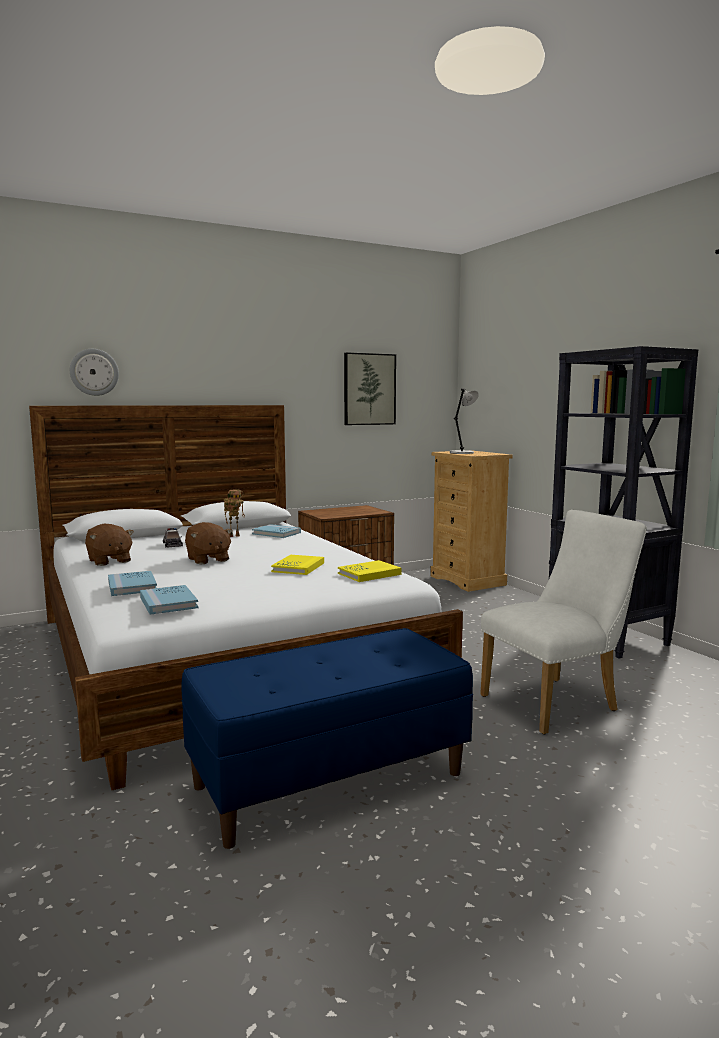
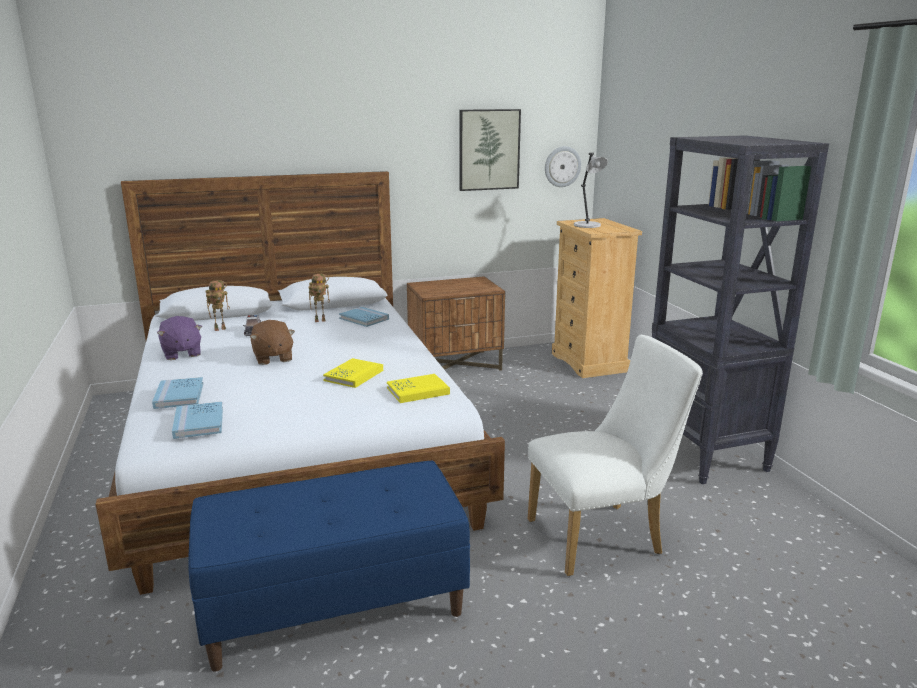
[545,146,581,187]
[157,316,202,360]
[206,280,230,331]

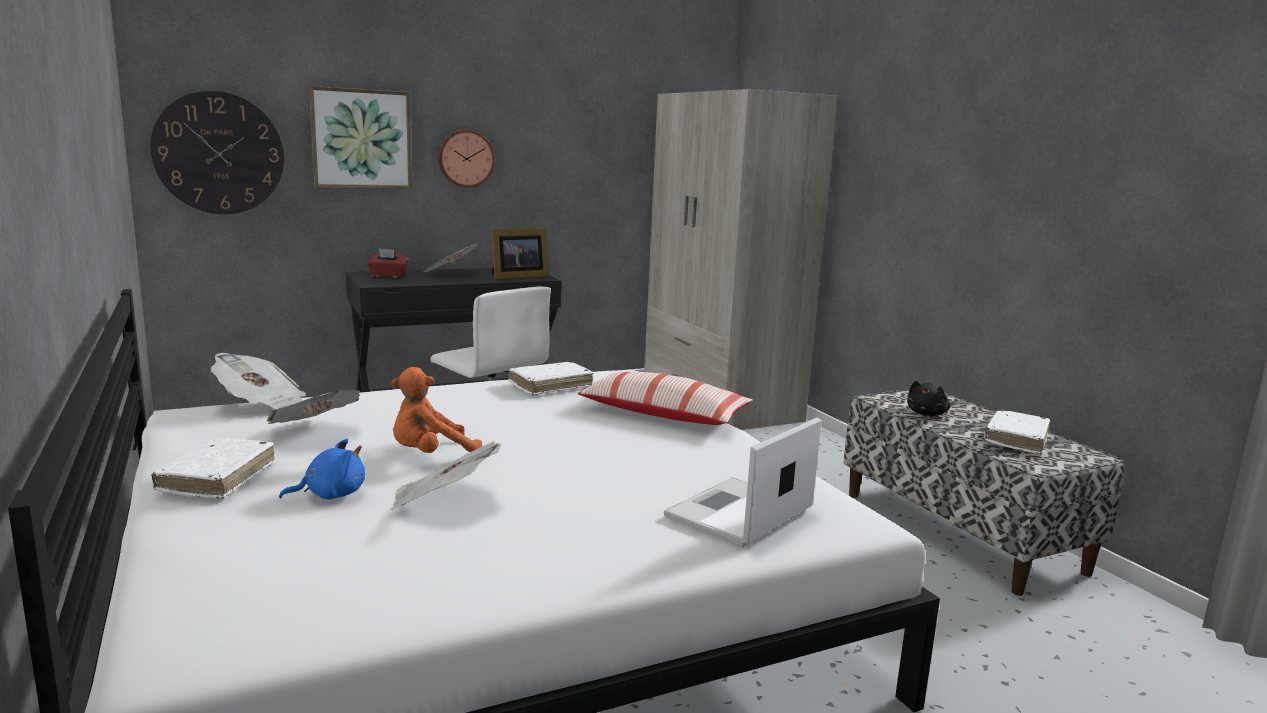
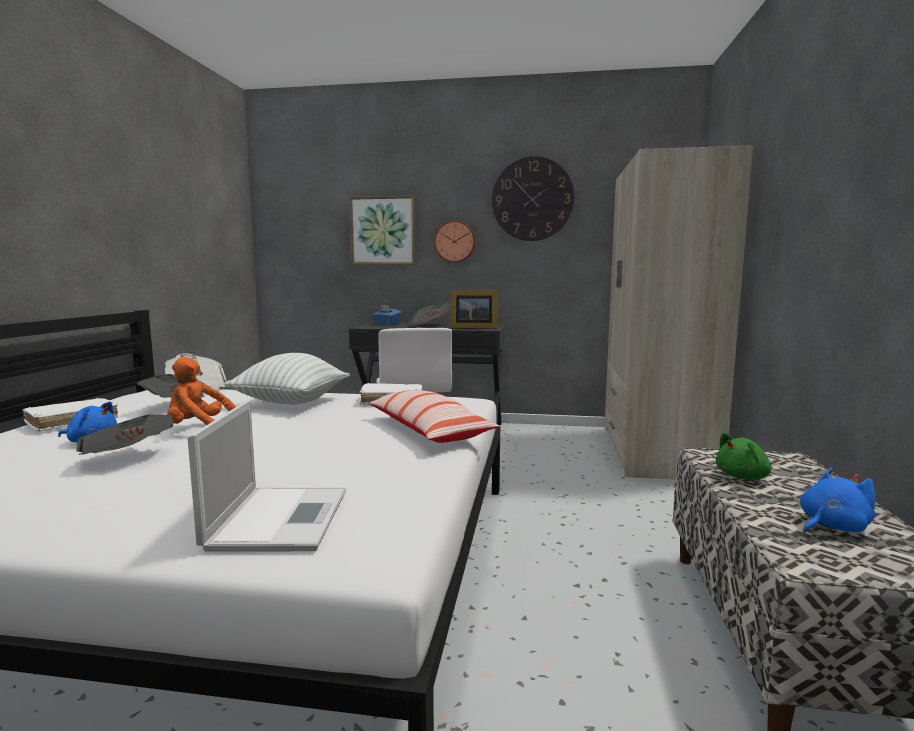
[492,156,574,241]
[372,305,401,326]
[188,400,346,552]
[716,433,771,480]
[800,468,875,533]
[224,353,350,404]

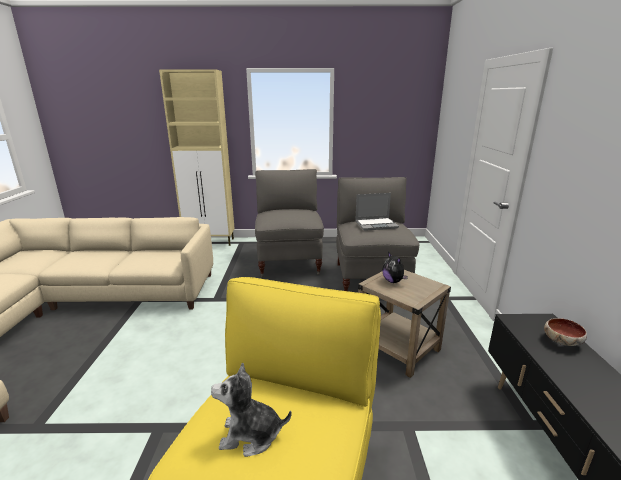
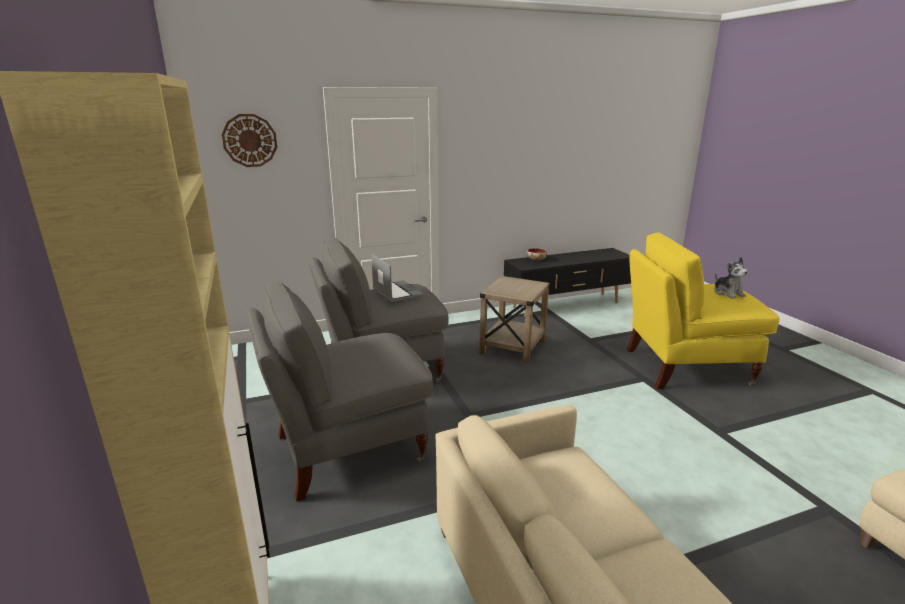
[382,252,408,283] (first image)
[222,114,277,167]

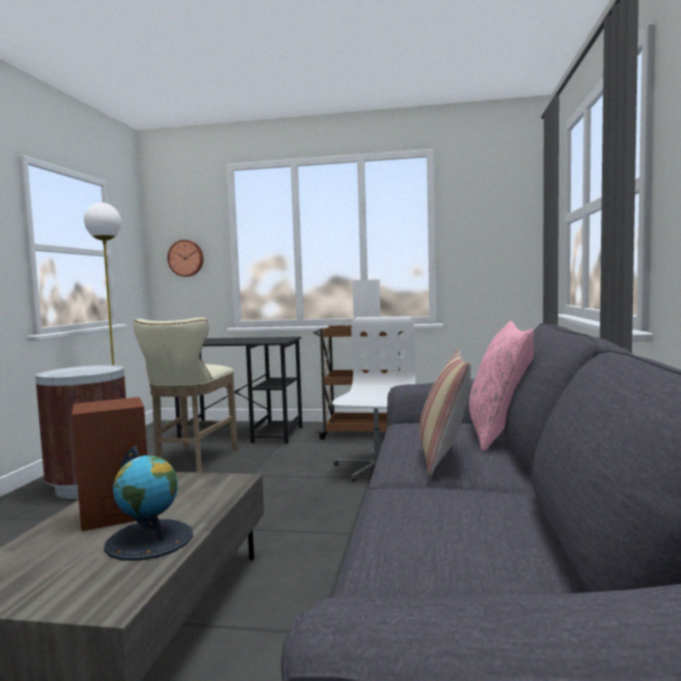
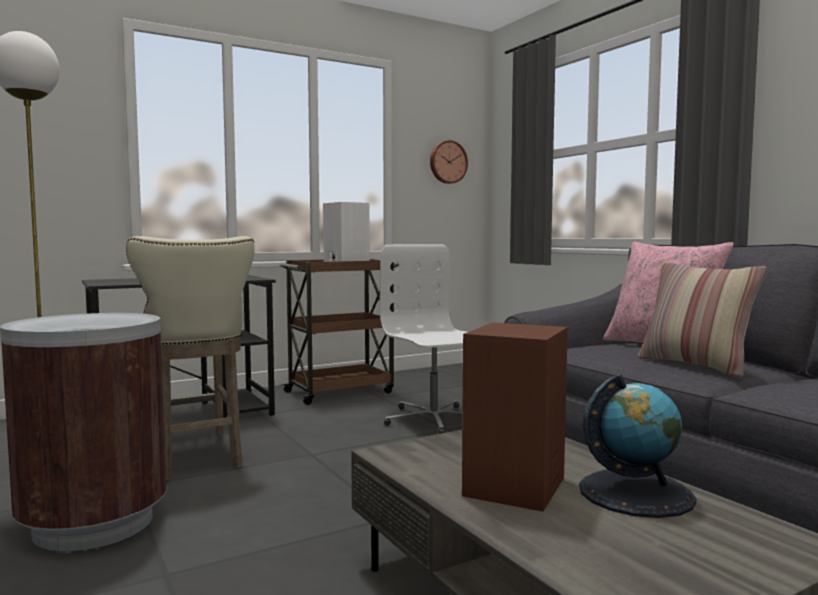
[430,140,468,184]

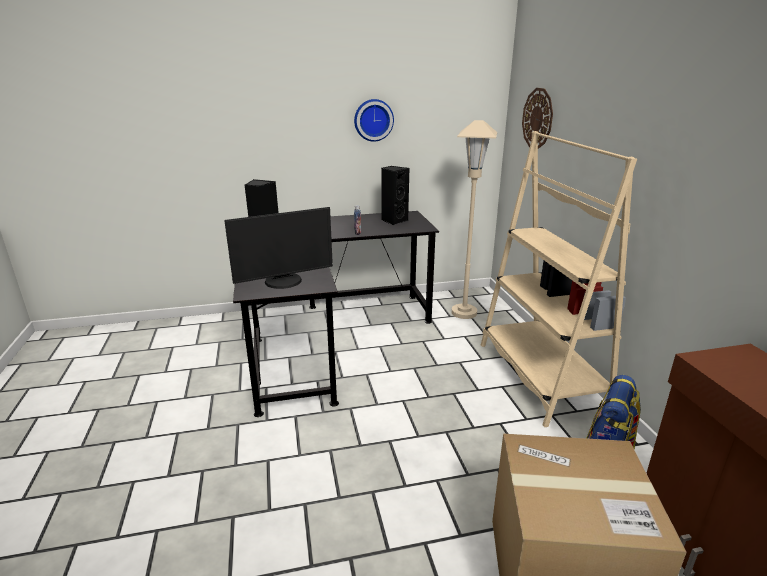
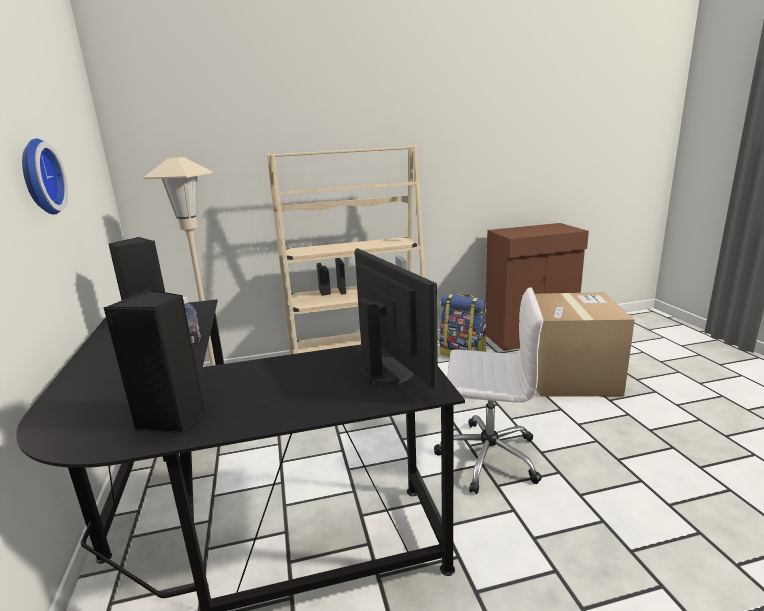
[522,88,553,149] (first image)
[434,287,544,494]

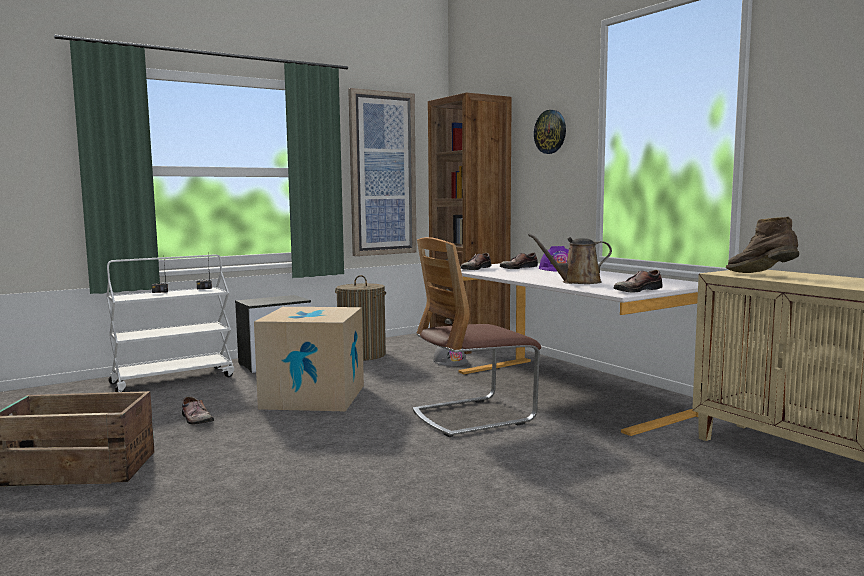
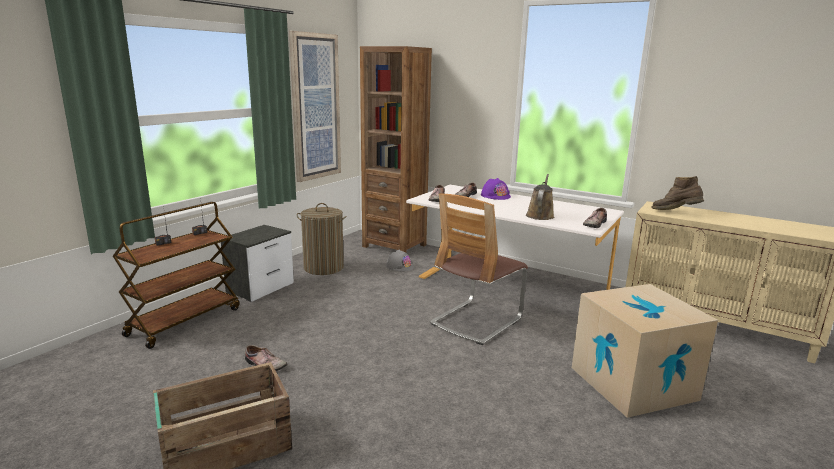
[113,202,240,349]
[572,284,718,418]
[526,174,554,220]
[534,110,566,154] (first image)

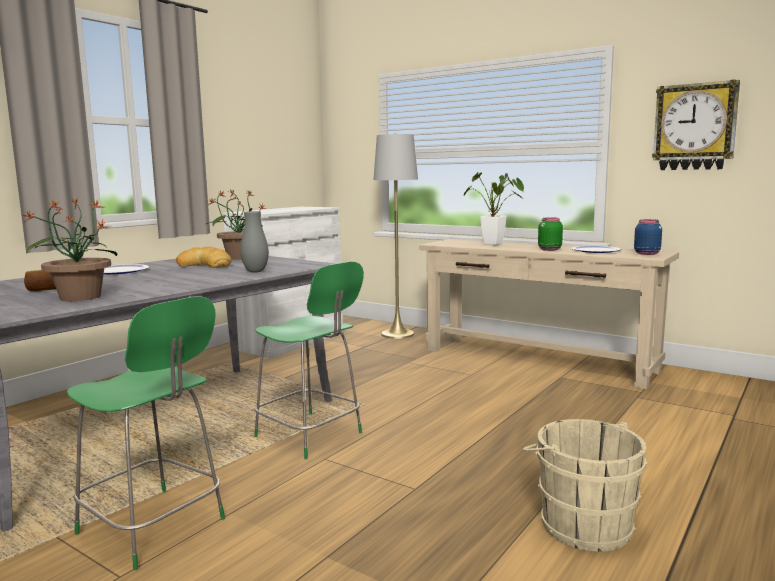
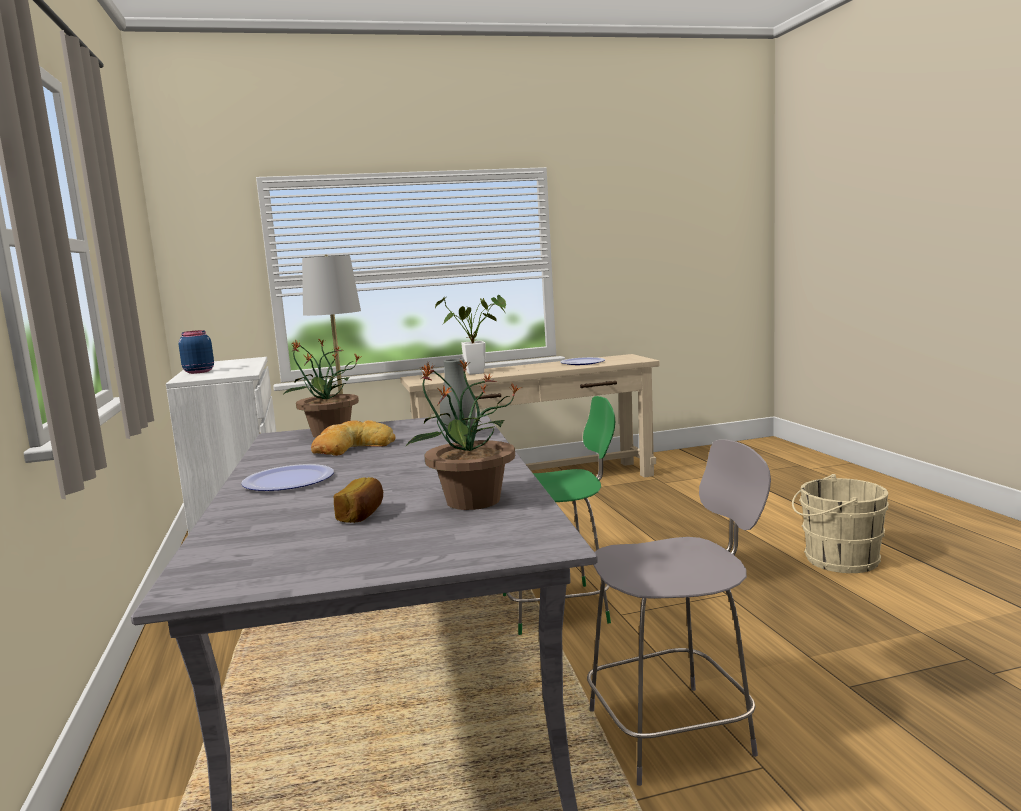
[587,439,771,786]
[538,217,563,251] (first image)
[178,330,214,374]
[652,80,740,170] (first image)

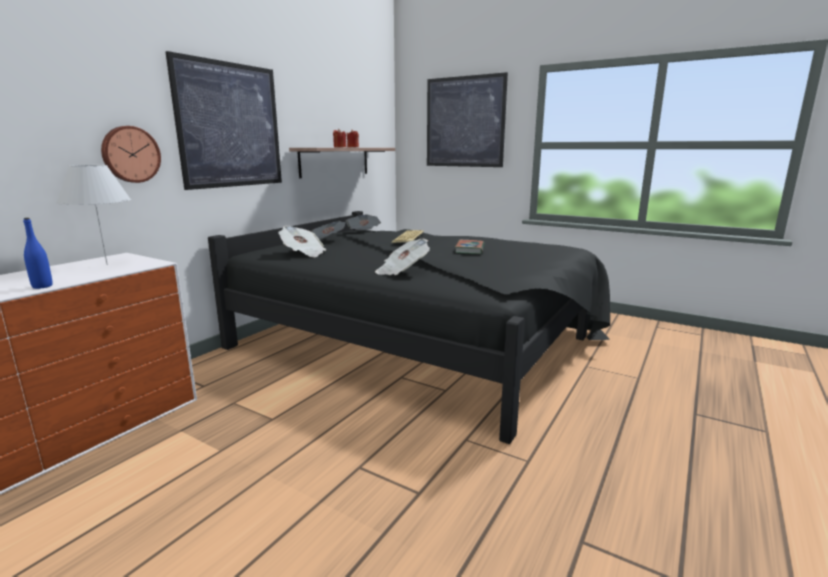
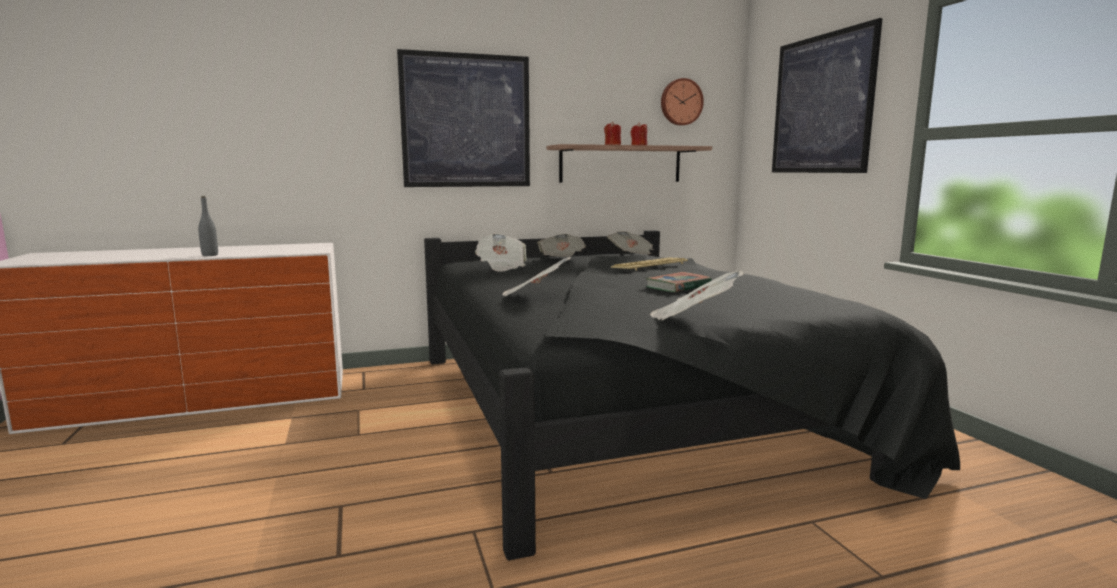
[198,196,218,256]
[56,165,131,265] (first image)
[661,78,704,126]
[650,271,744,321]

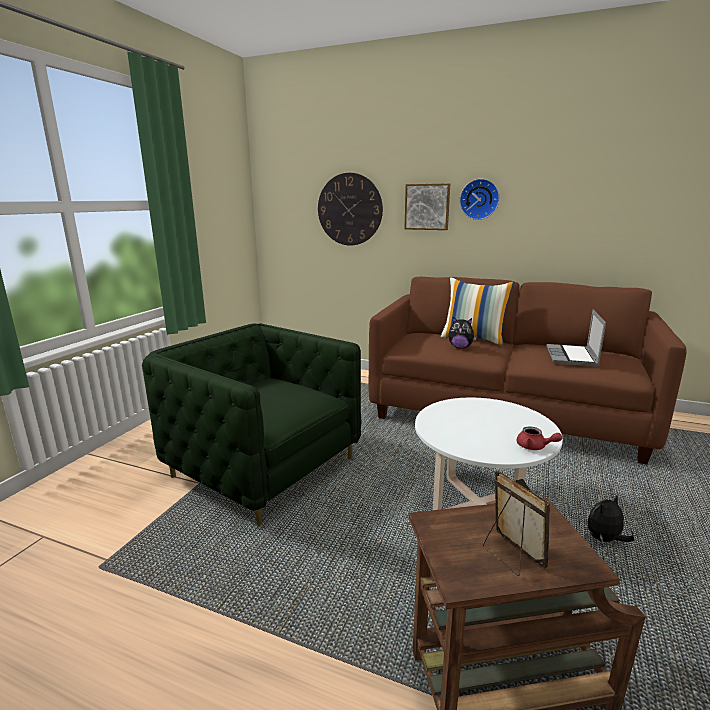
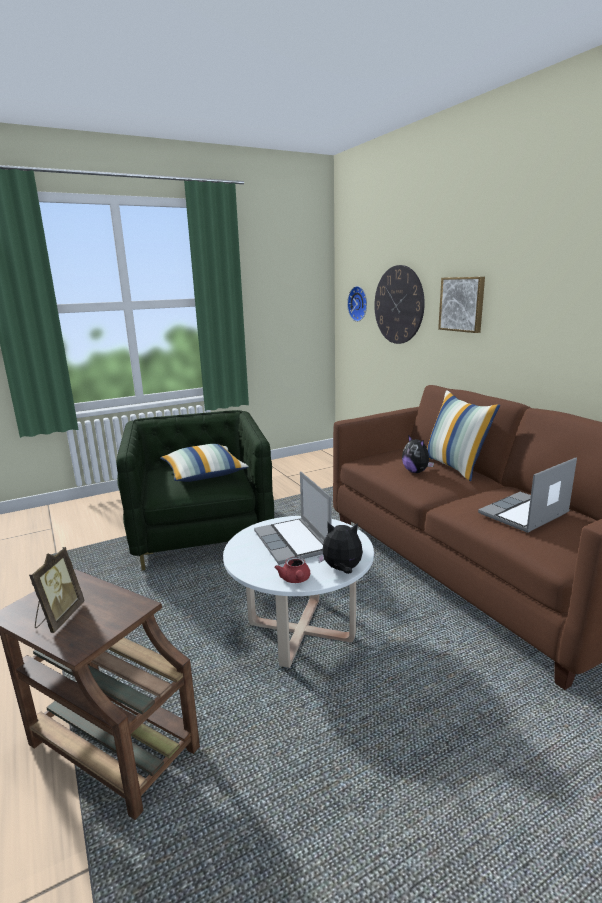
[347,286,367,322]
[318,522,363,574]
[160,444,249,482]
[254,471,332,565]

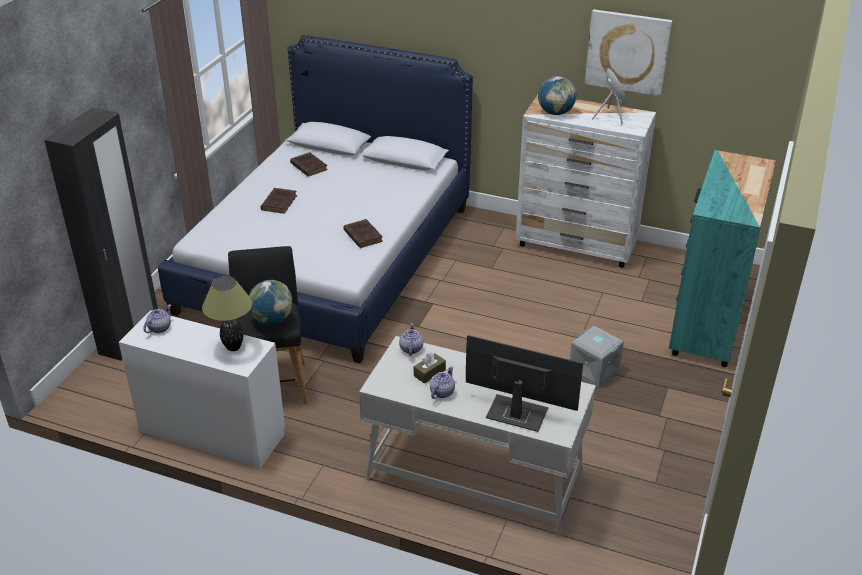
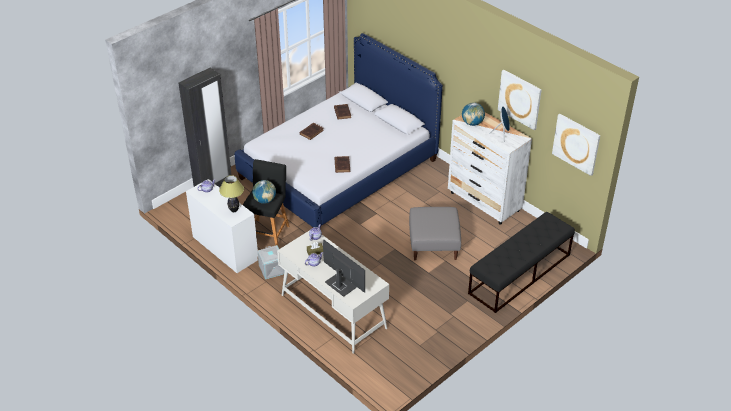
[258,245,285,279]
[468,212,575,313]
[409,207,461,260]
[552,114,600,176]

